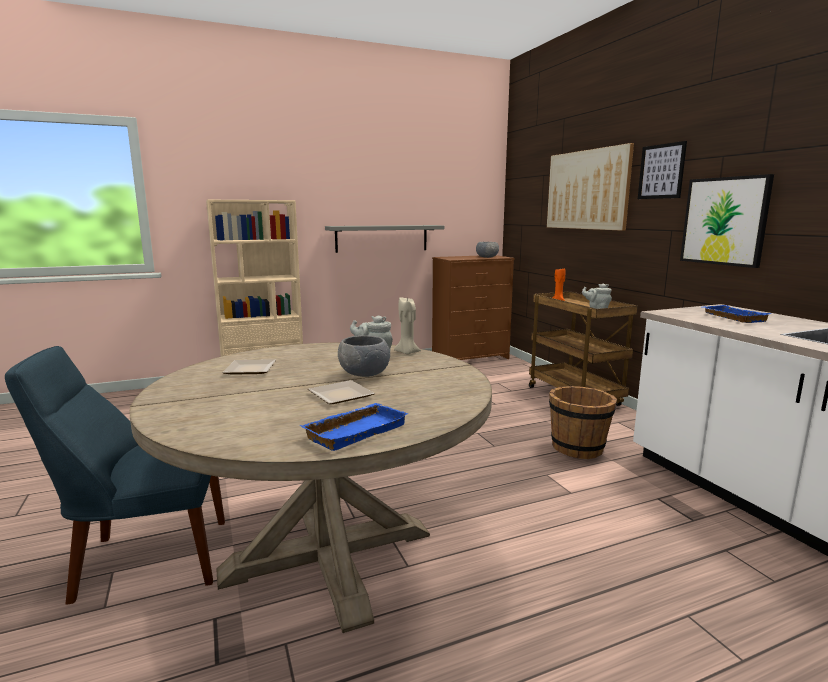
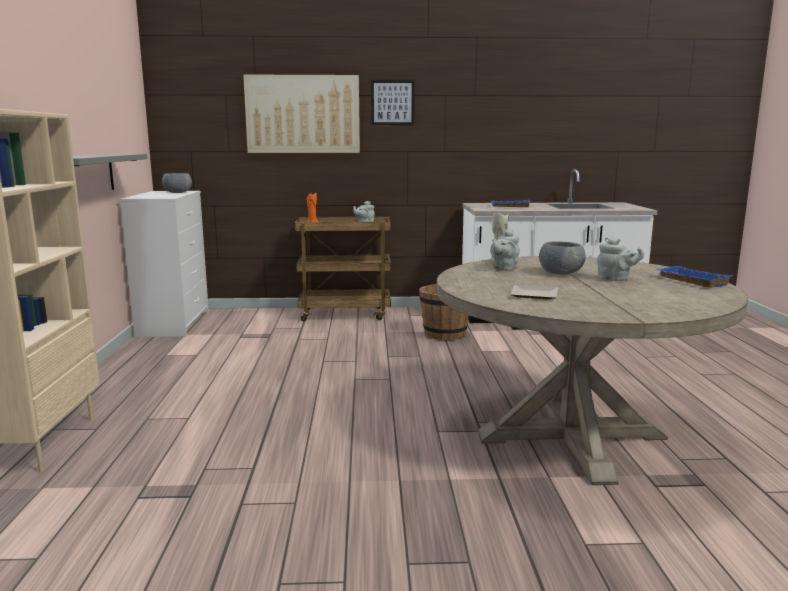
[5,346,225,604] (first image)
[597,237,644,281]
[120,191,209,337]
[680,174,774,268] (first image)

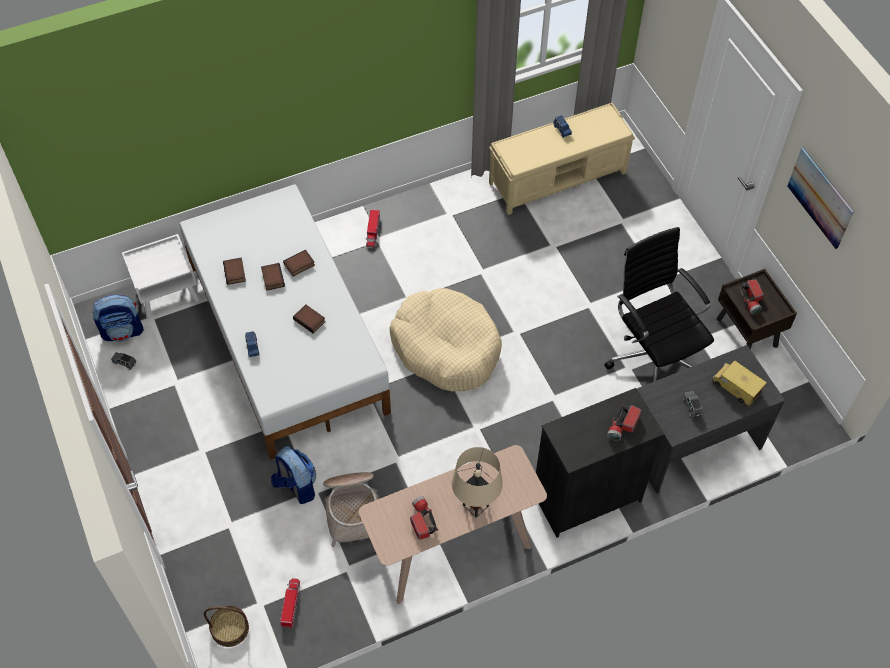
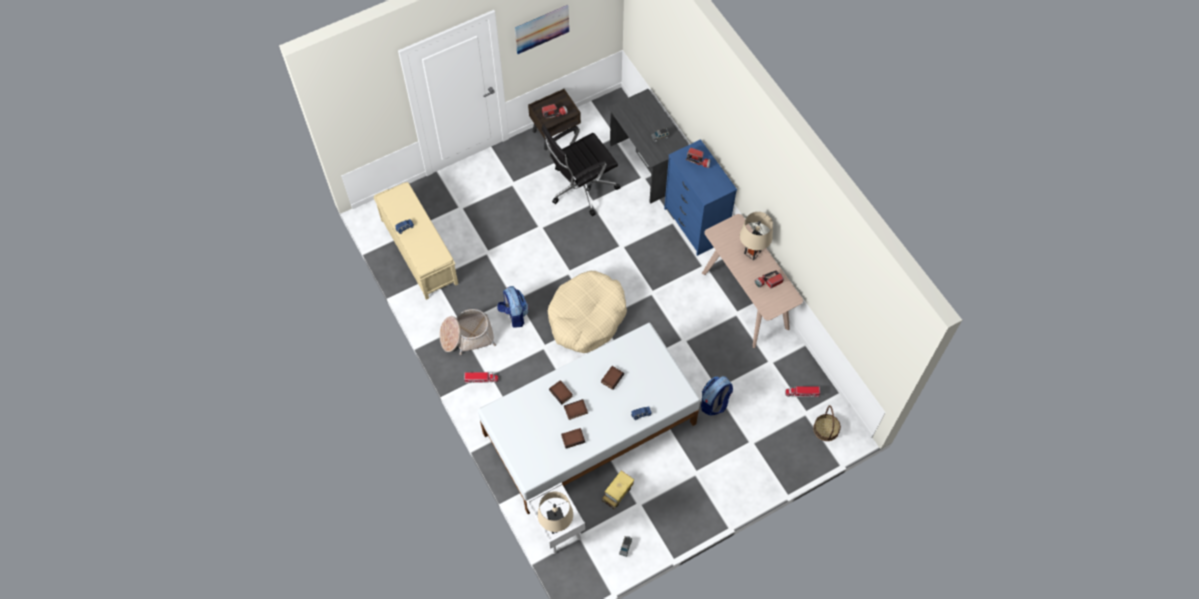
[497,286,529,328]
[440,309,496,355]
[664,139,737,256]
[601,470,634,510]
[538,492,573,534]

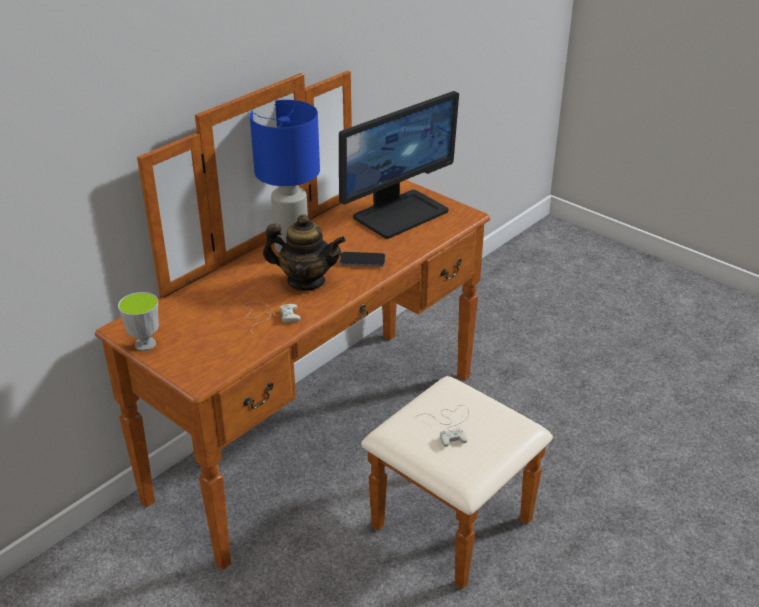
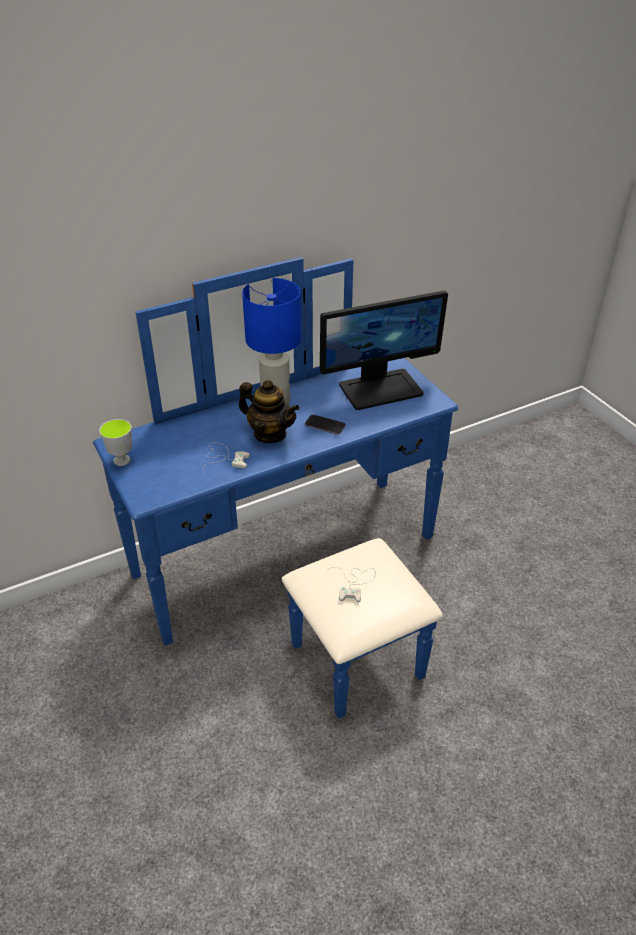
[93,257,458,719]

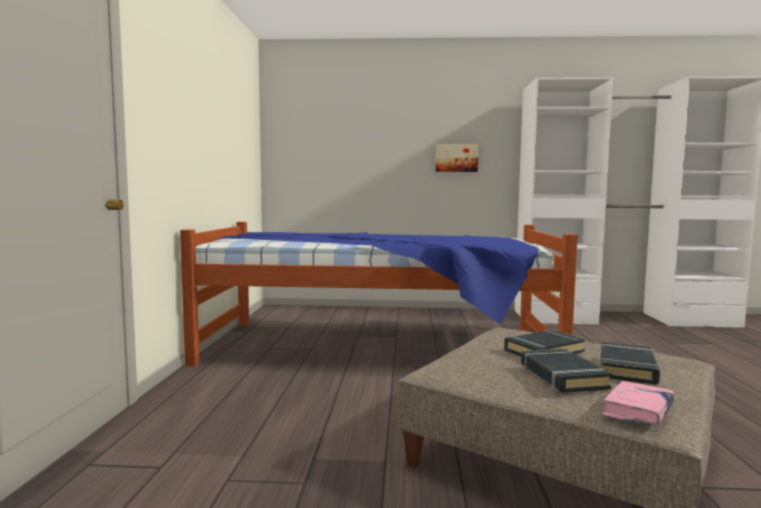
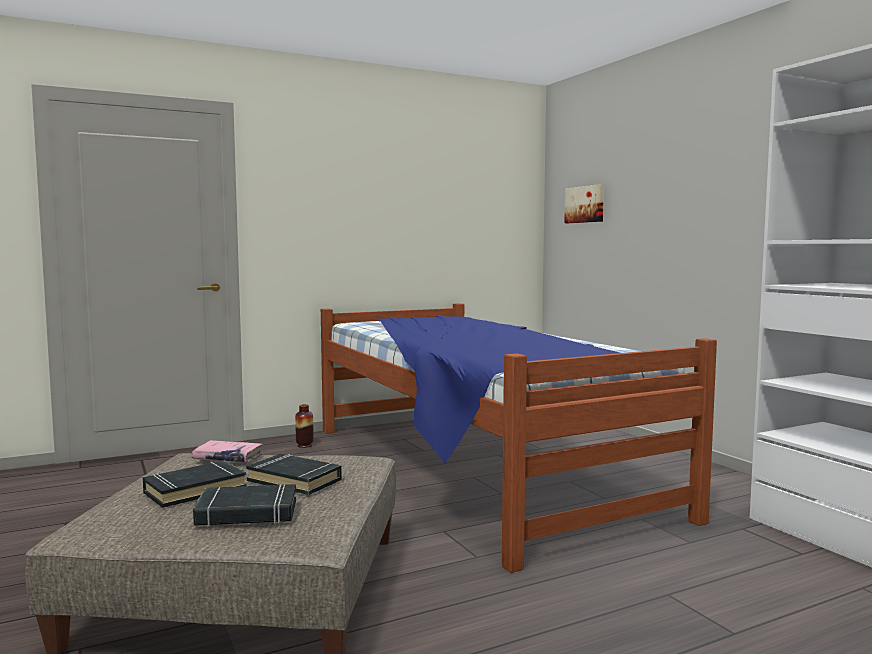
[564,184,604,223]
[191,440,263,463]
[295,404,314,448]

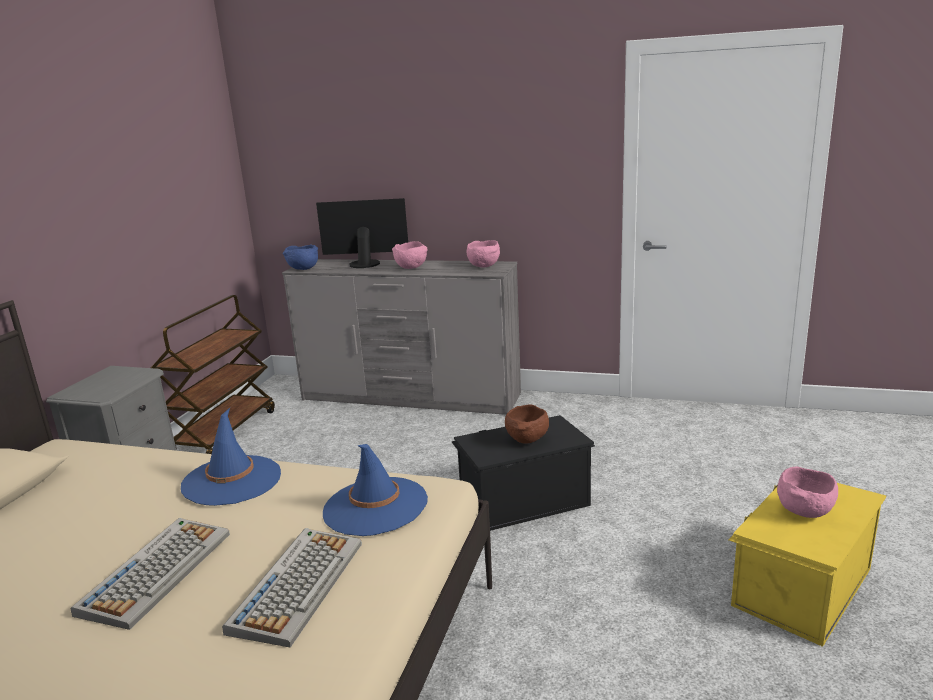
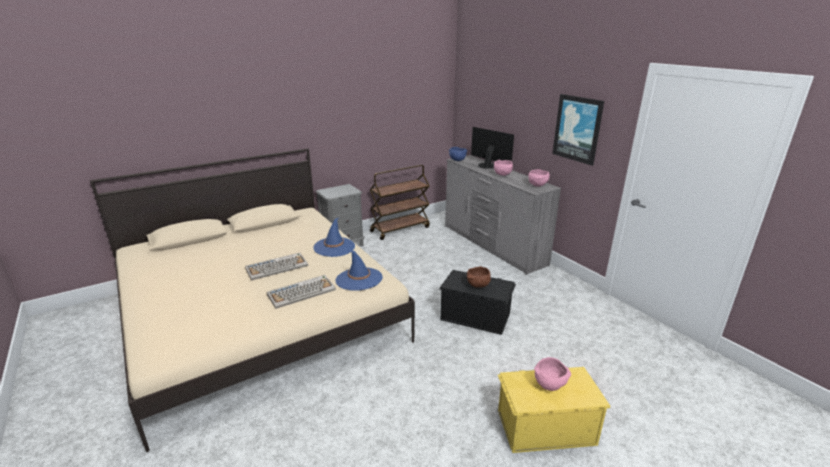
[552,94,604,166]

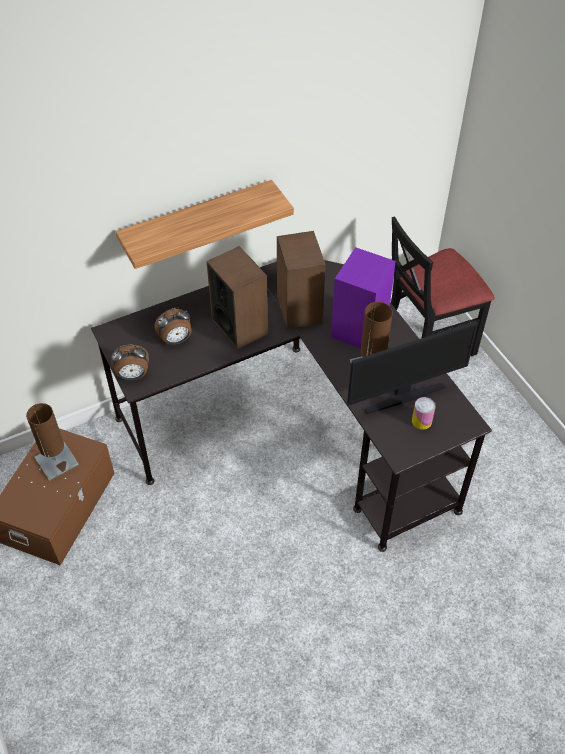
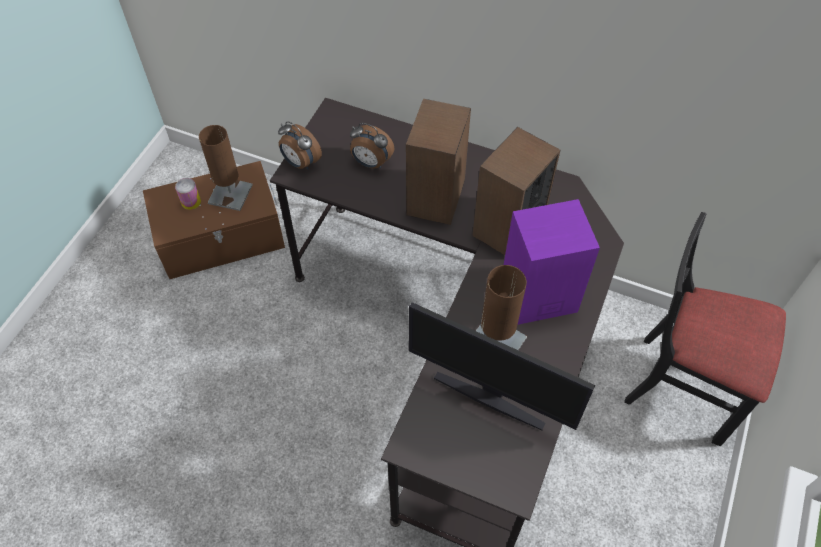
[116,180,294,269] (first image)
[175,178,201,210]

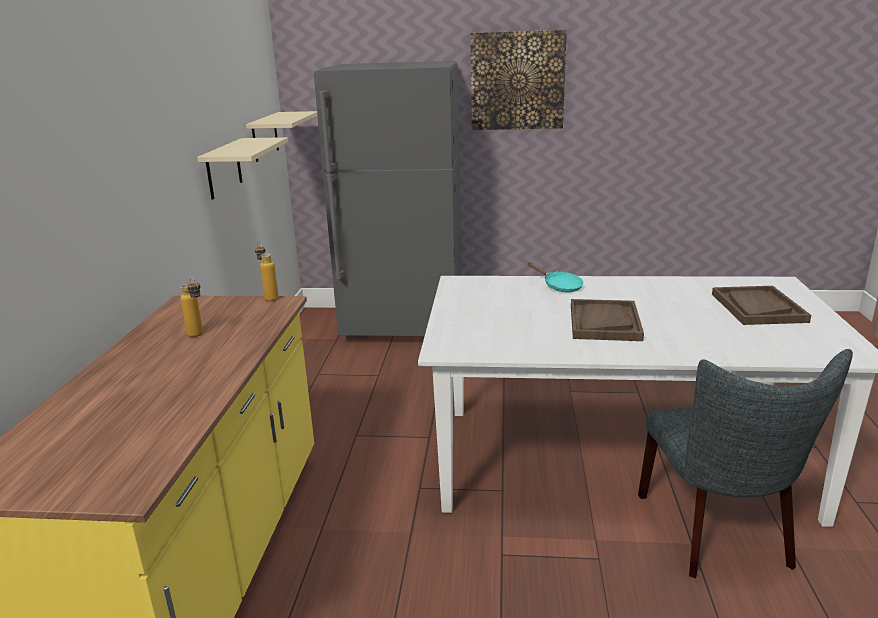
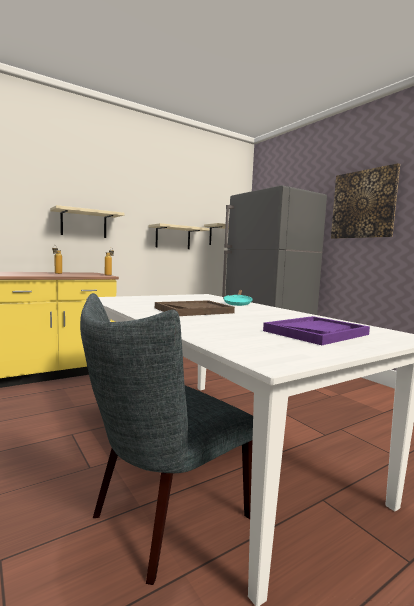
[263,316,370,345]
[50,205,124,238]

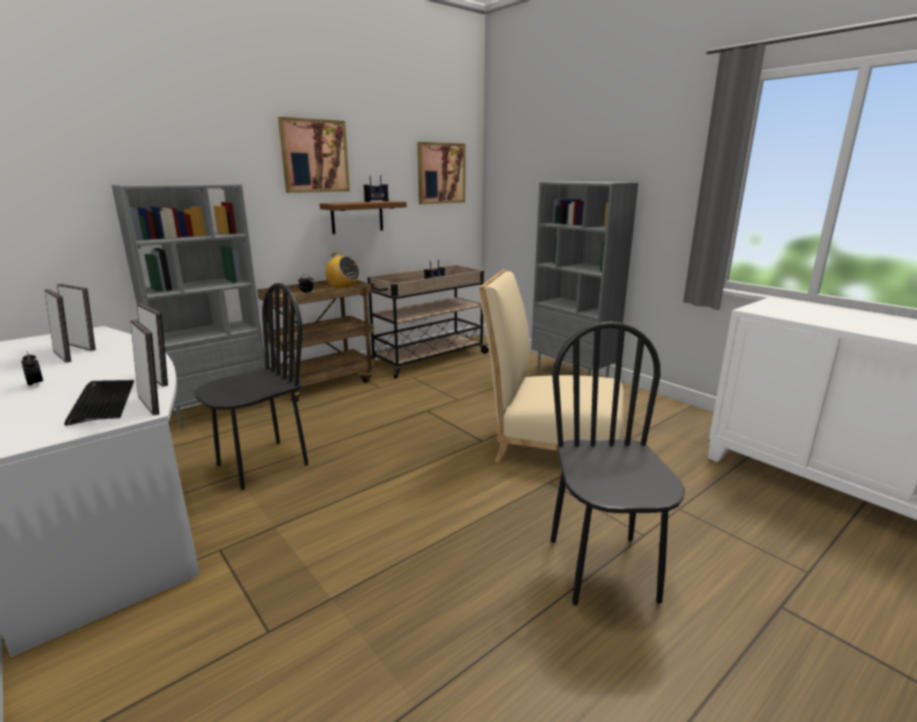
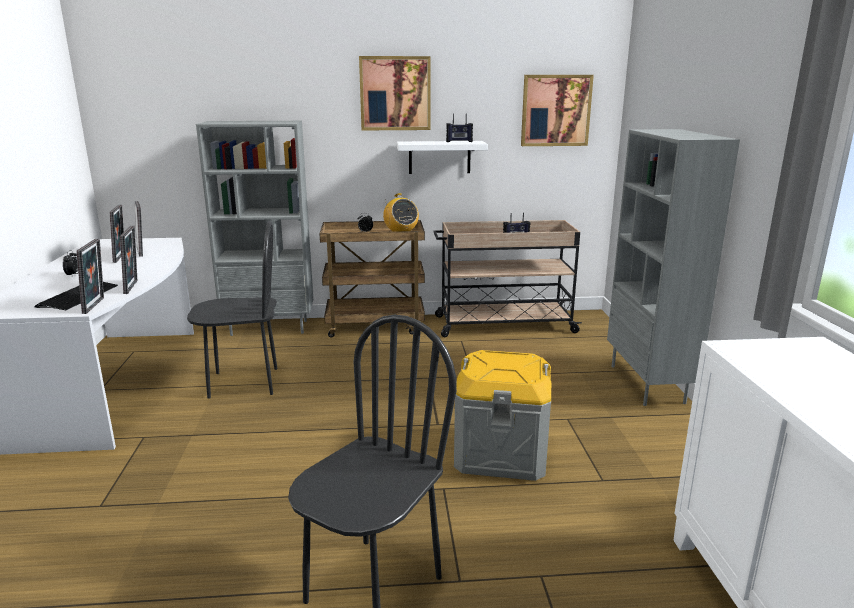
[397,141,488,174]
[454,350,552,481]

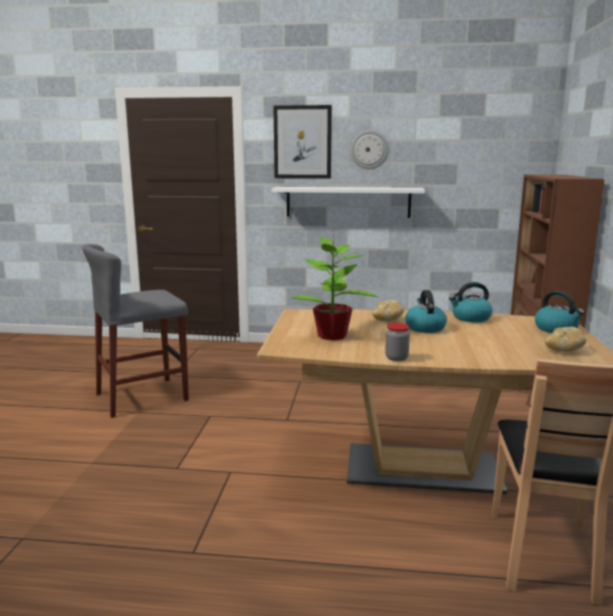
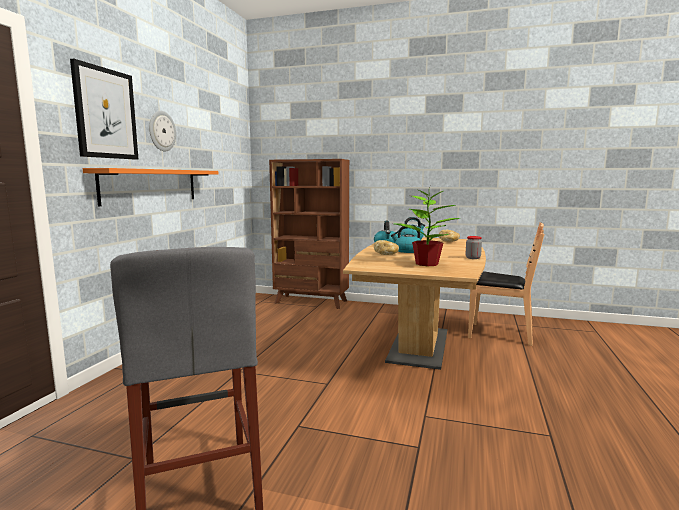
[83,168,218,206]

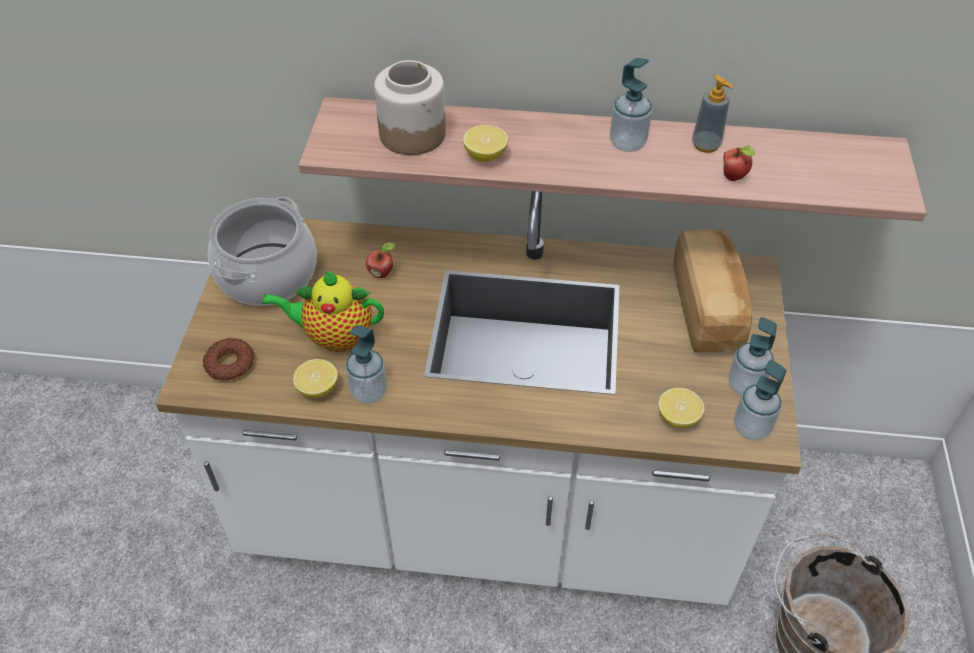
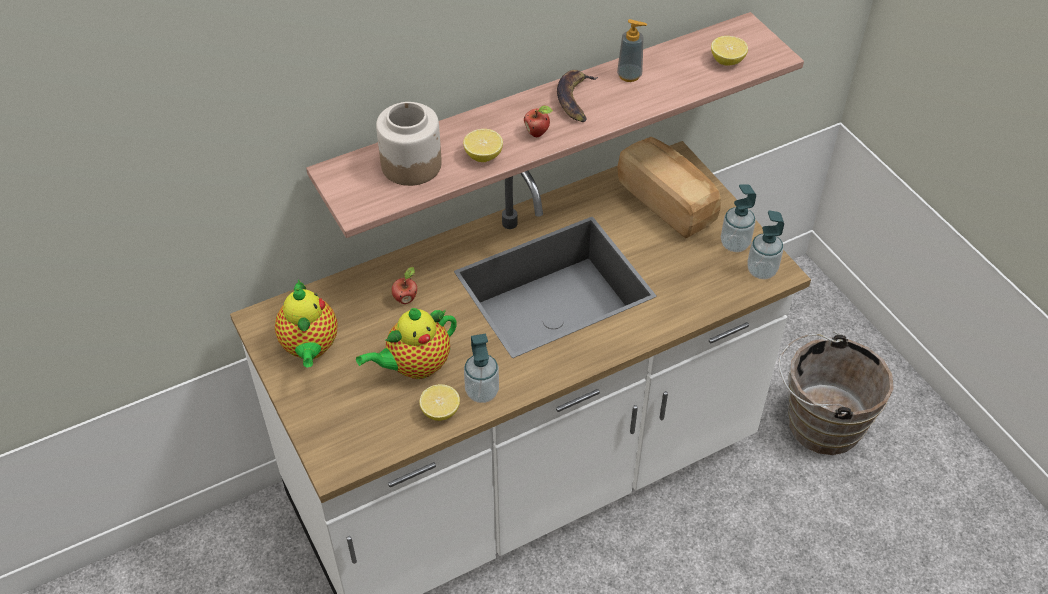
[203,338,254,380] (first image)
[275,279,338,367]
[557,70,598,122]
[711,36,748,66]
[524,105,553,137]

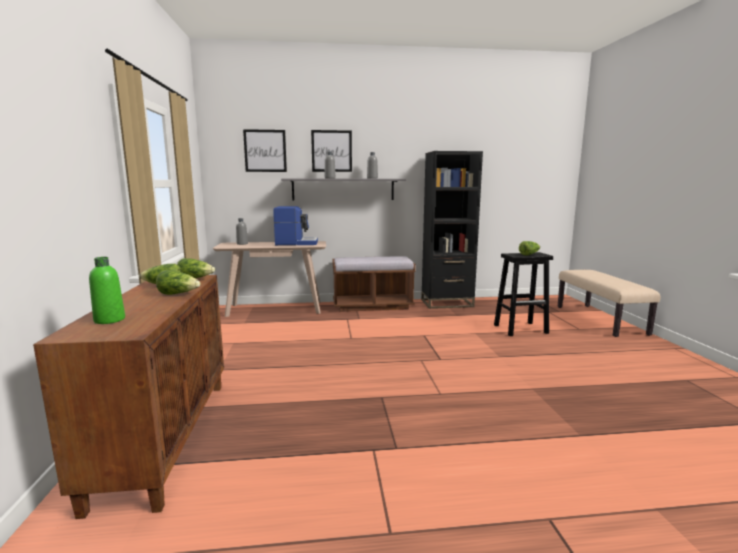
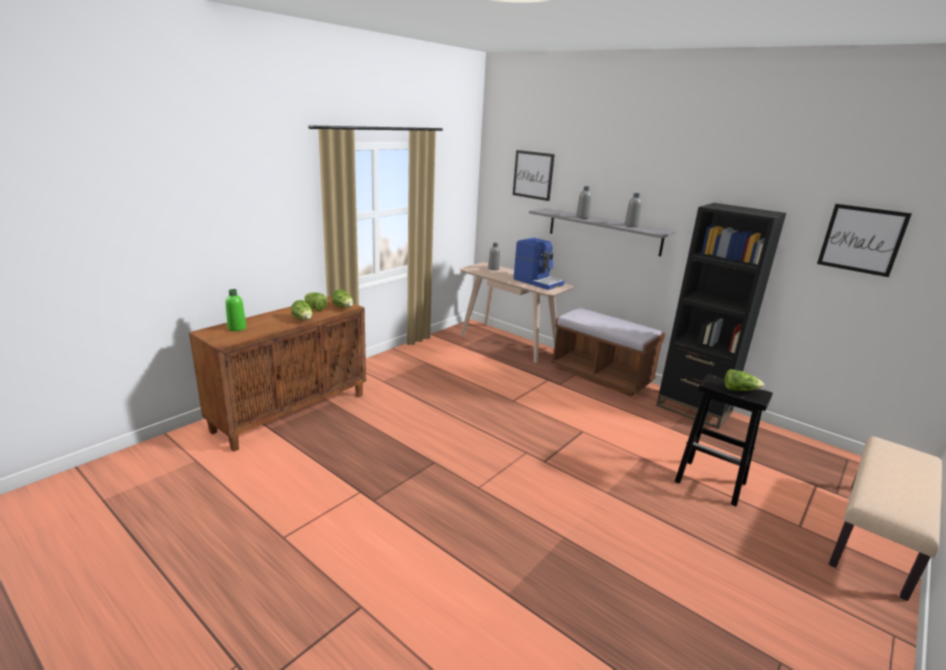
[817,204,912,277]

